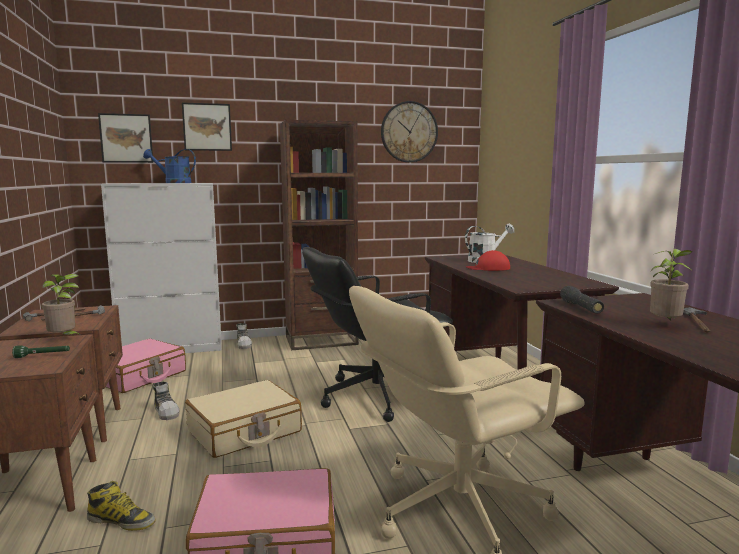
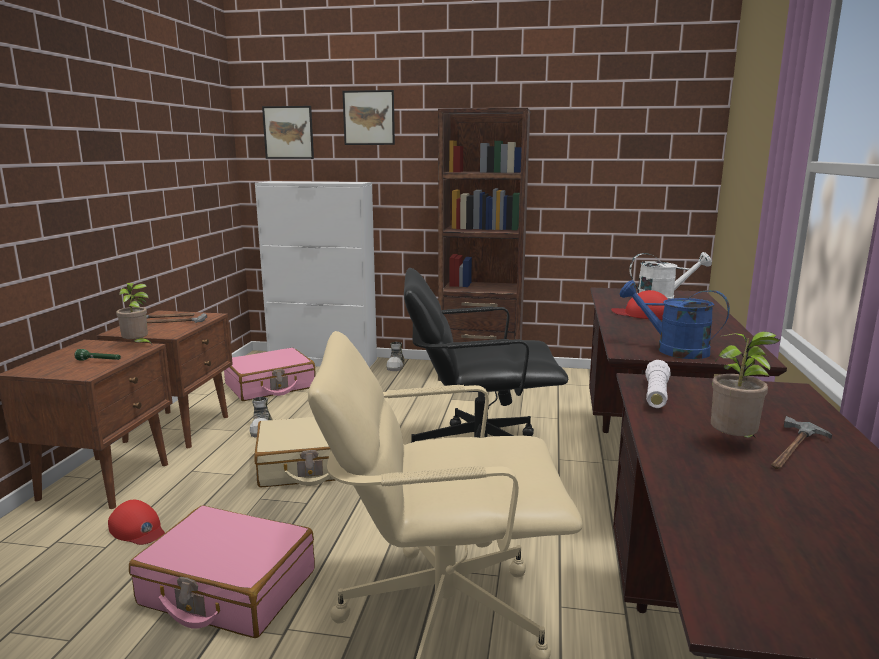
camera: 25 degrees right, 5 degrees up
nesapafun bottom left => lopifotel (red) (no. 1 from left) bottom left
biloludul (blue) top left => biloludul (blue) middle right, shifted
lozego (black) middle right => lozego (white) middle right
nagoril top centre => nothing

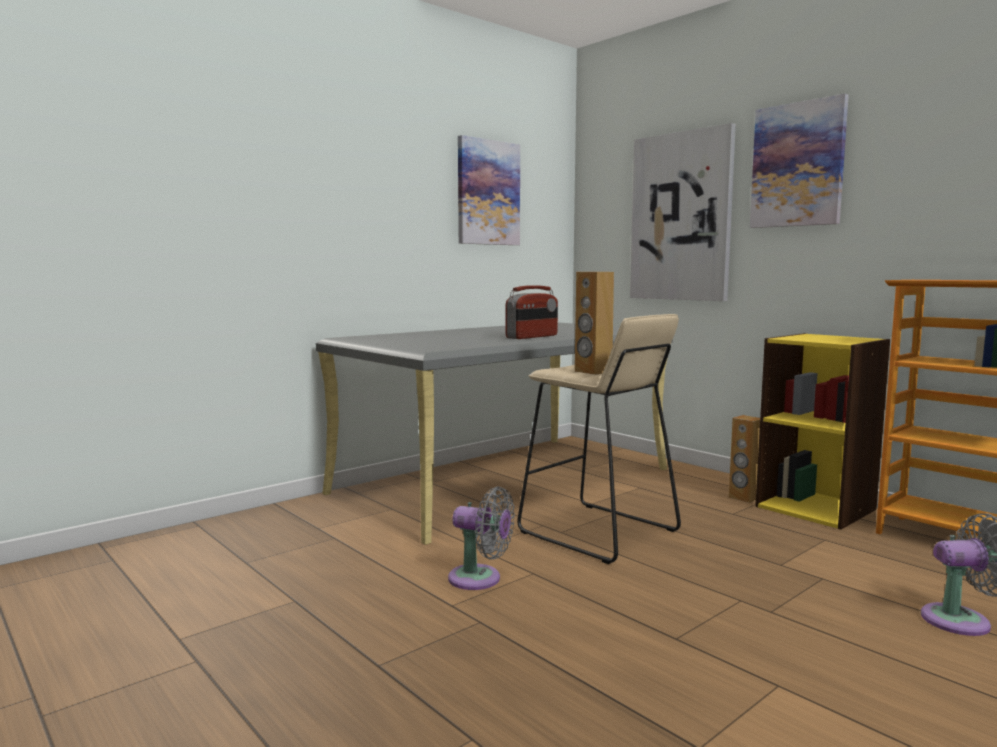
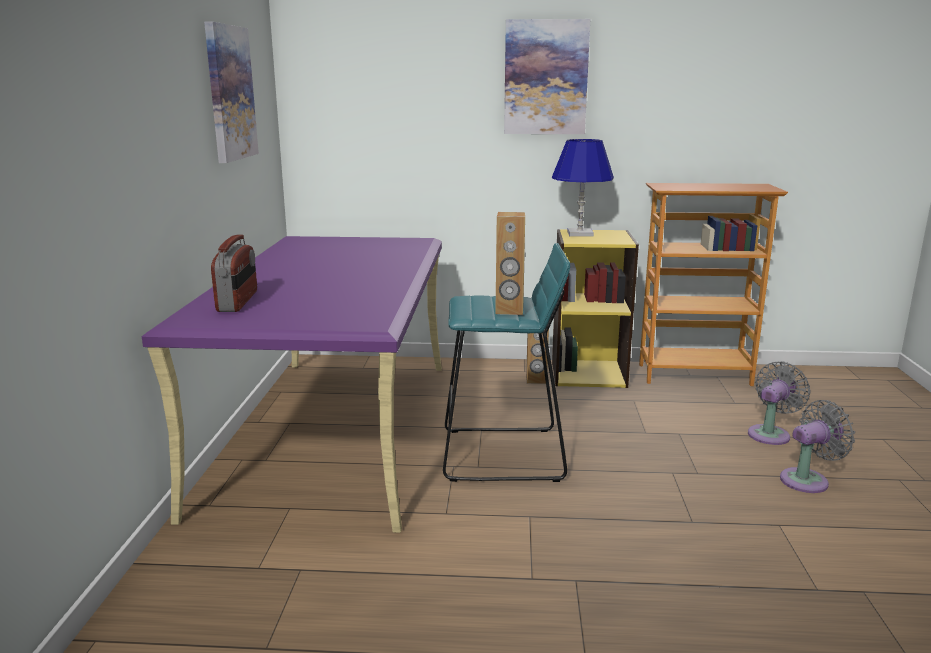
camera: 45 degrees left, 10 degrees up
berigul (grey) centre => berigul (purple) middle left
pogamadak centre => pogamadak middle left, shifted
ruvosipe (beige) centre => ruvosipe (turquoise) centre
nothing => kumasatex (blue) top centre
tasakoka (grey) (no. 1 from left in the first image) bottom centre => tasakoka (grey) (no. 2 from left) bottom right, shifted
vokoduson (no. 2 from left) top right => nothing

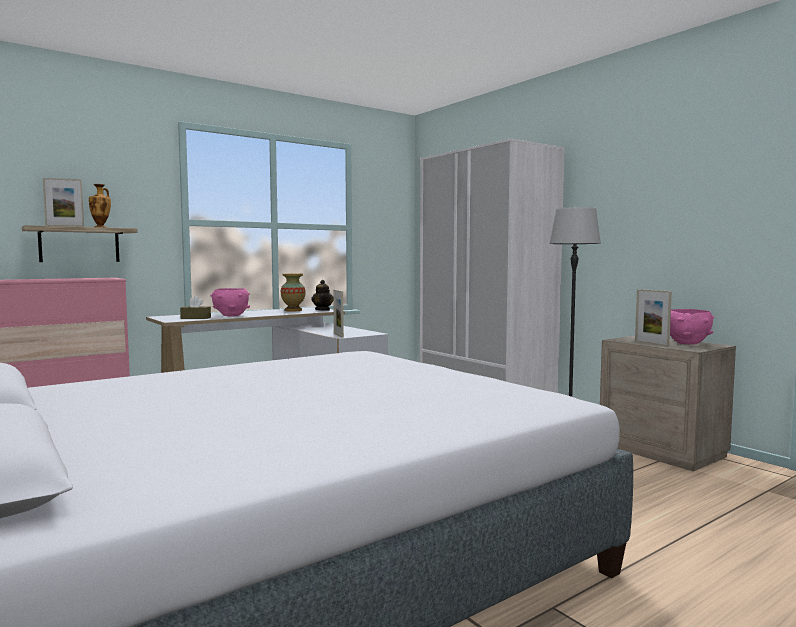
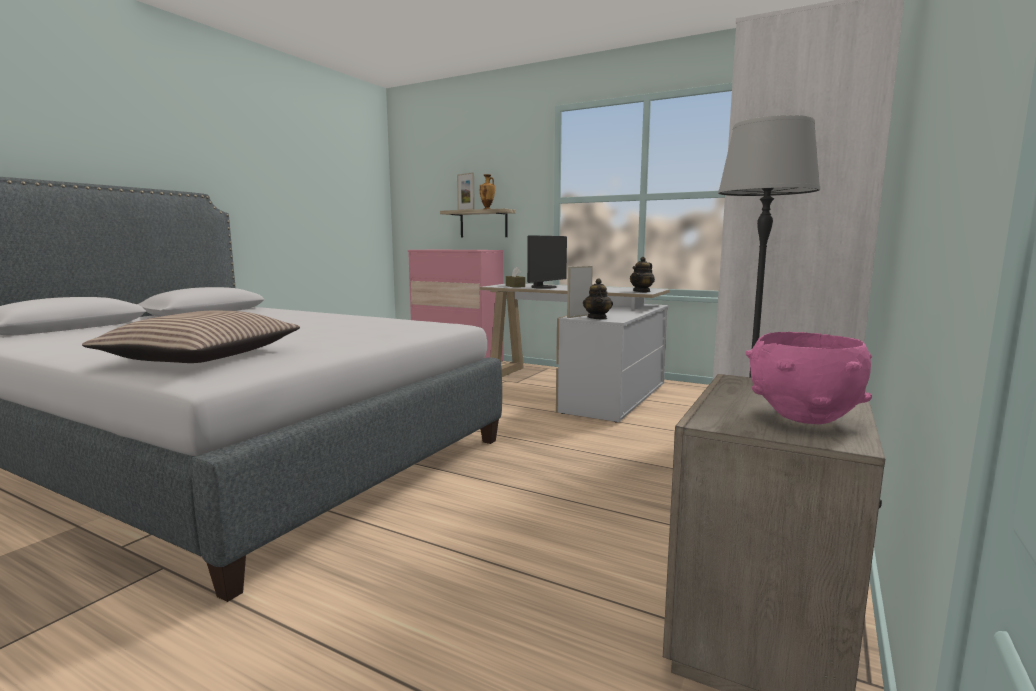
camera: 65 degrees right, 5 degrees up
nothing => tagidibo middle left
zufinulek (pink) (no. 1 from left) middle left => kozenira centre
nothing => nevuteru (no. 1 from left) centre
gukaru (no. 2 from left) centre => nothing
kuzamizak (no. 3 from left) middle right => nothing

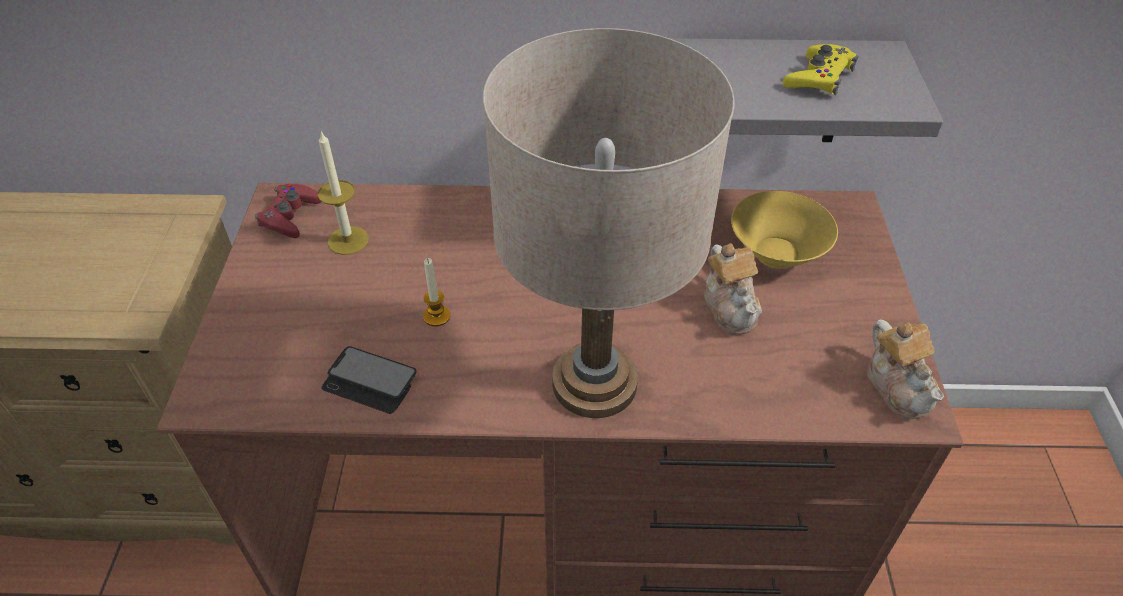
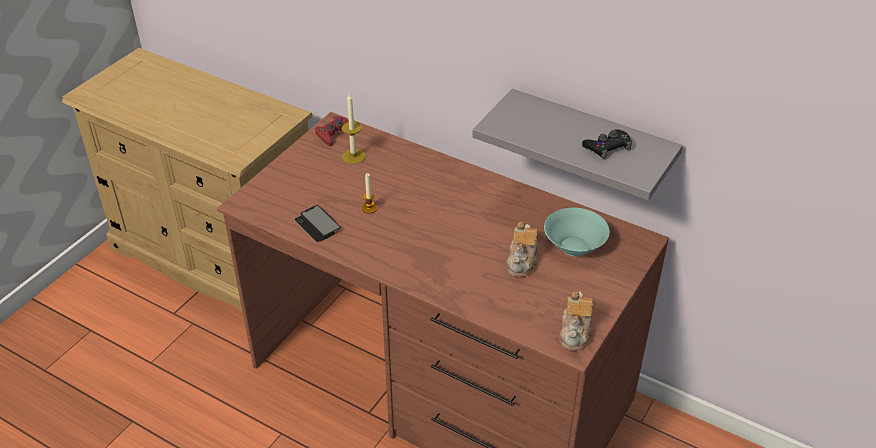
camera: 30 degrees right, 5 degrees down
zufinulek (yellow) middle right => zufinulek (turquoise) centre
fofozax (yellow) top right => fofozax (black) top right
kumasatex (beige) centre => nothing

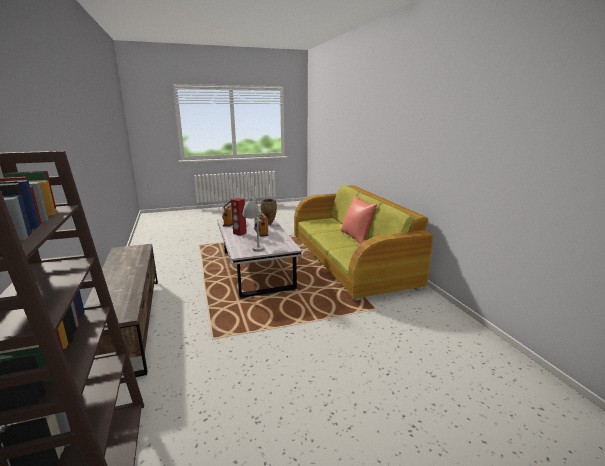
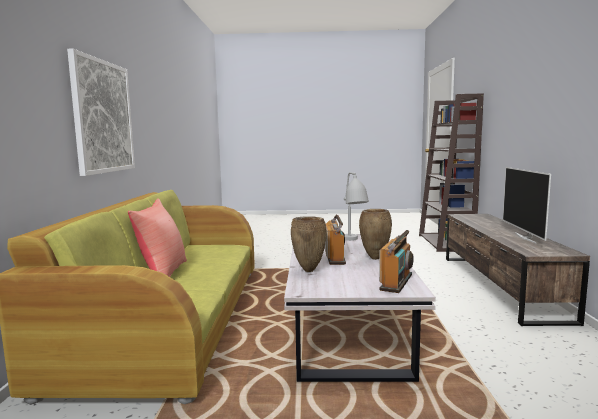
camera: 160 degrees left, 10 degrees down
nothing => vokoduson top left
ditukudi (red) centre => gukaru (brown) (no. 2 from left) centre
nothing => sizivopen middle right

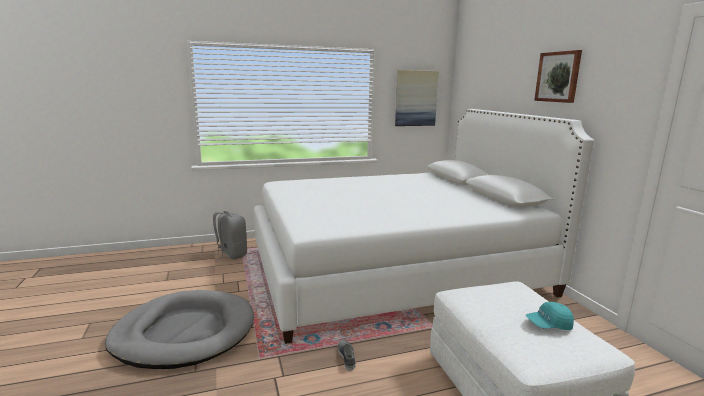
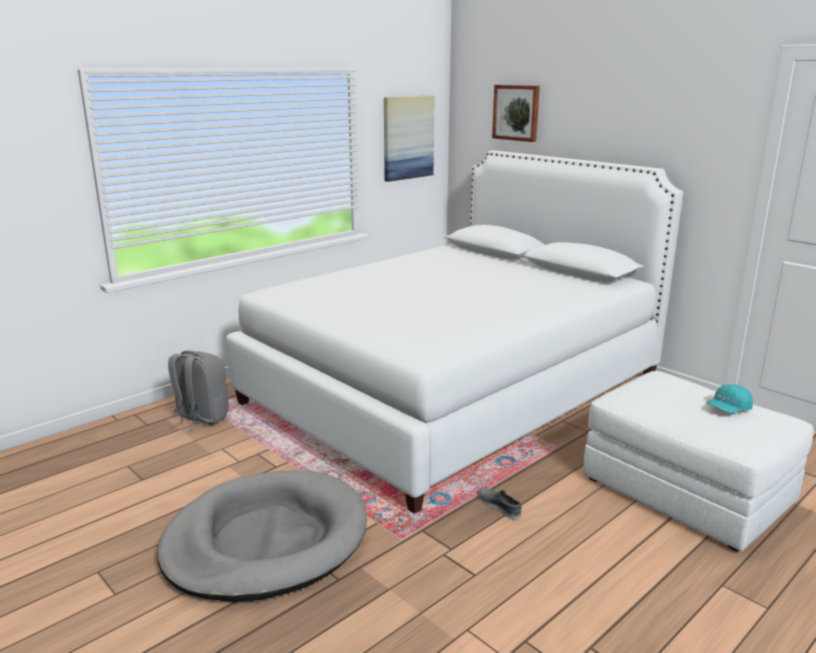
camera: 25 degrees left, 5 degrees up
vokoduson (no. 2 from left) top right => vokoduson (no. 2 from left) top centre, shifted

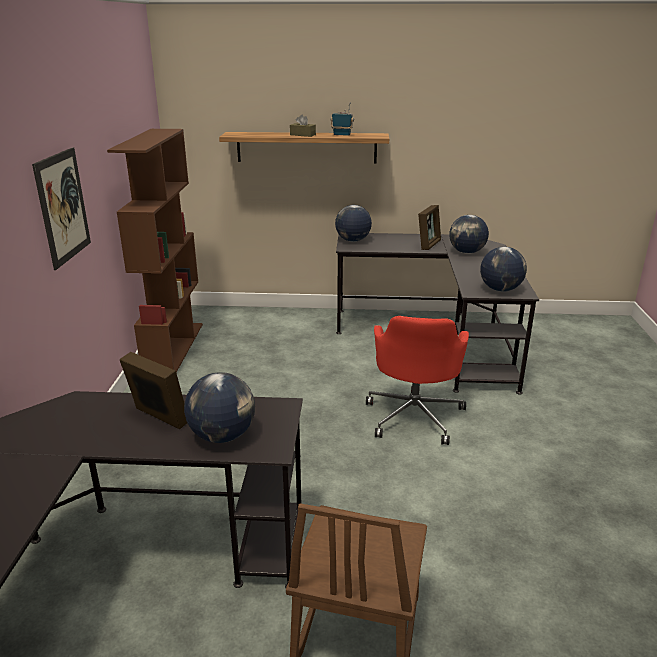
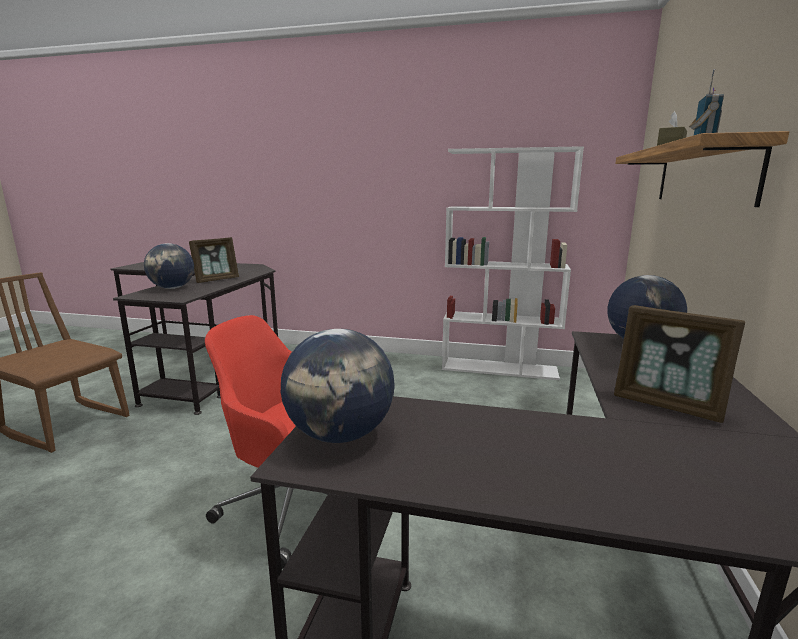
camera: 100 degrees right, 10 degrees down
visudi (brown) middle left => visudi (white) centre
vokoduson top left => nothing
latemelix (no. 3 from left) middle right => nothing

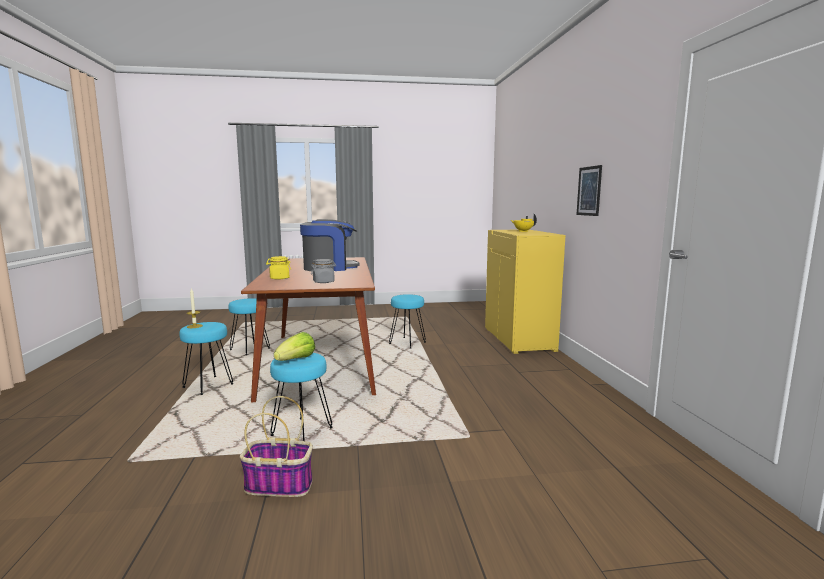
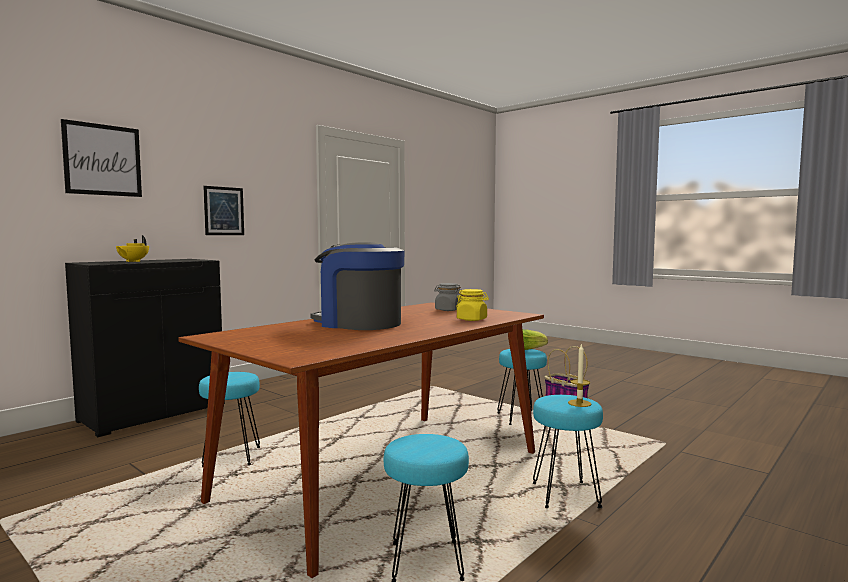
camera: 130 degrees left, 5 degrees down
nothing => vokoduson (no. 1 from left) top left
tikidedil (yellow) centre => tikidedil (black) middle left

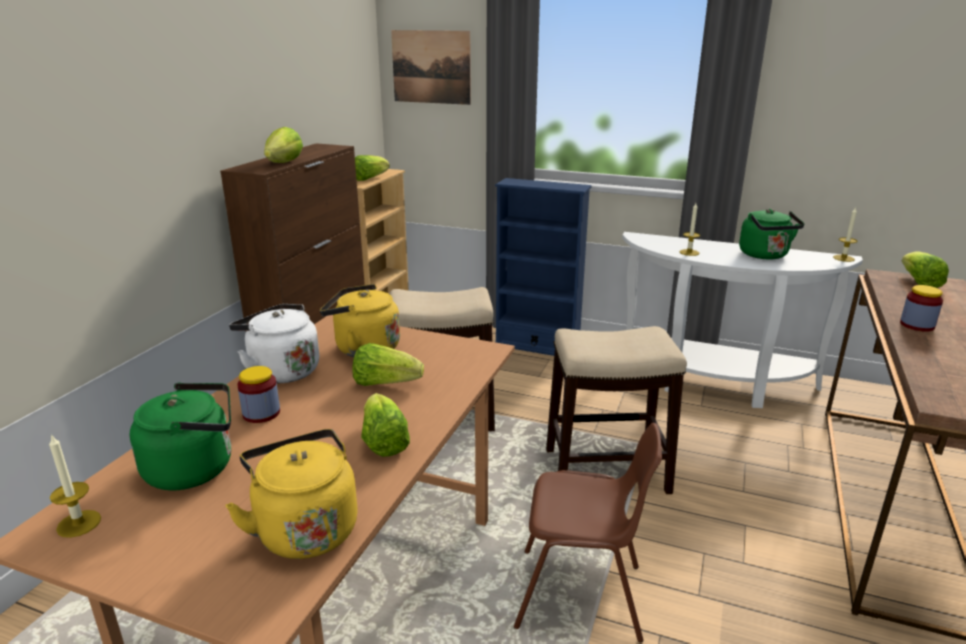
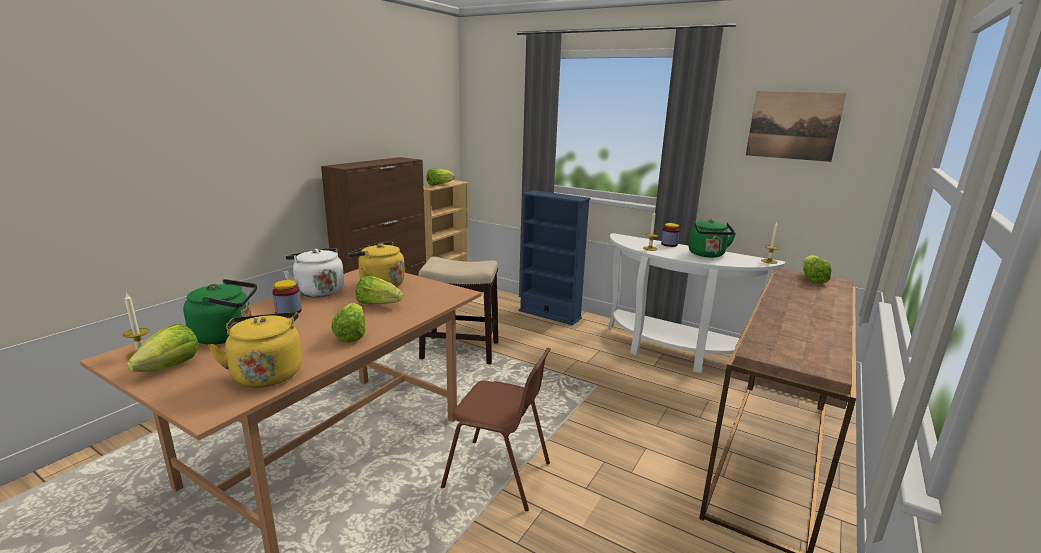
camera: 10 degrees right, 5 degrees down
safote (no. 1 from left) top left => safote (no. 1 from left) middle left, shifted
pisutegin (no. 2 from left) middle right => pisutegin (no. 2 from left) centre, shifted
vokoduson top centre => vokoduson top right, shifted
ruvosipe (no. 2 from left) centre => nothing

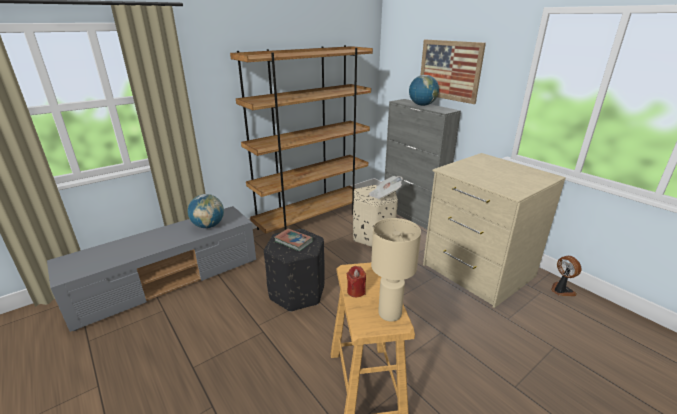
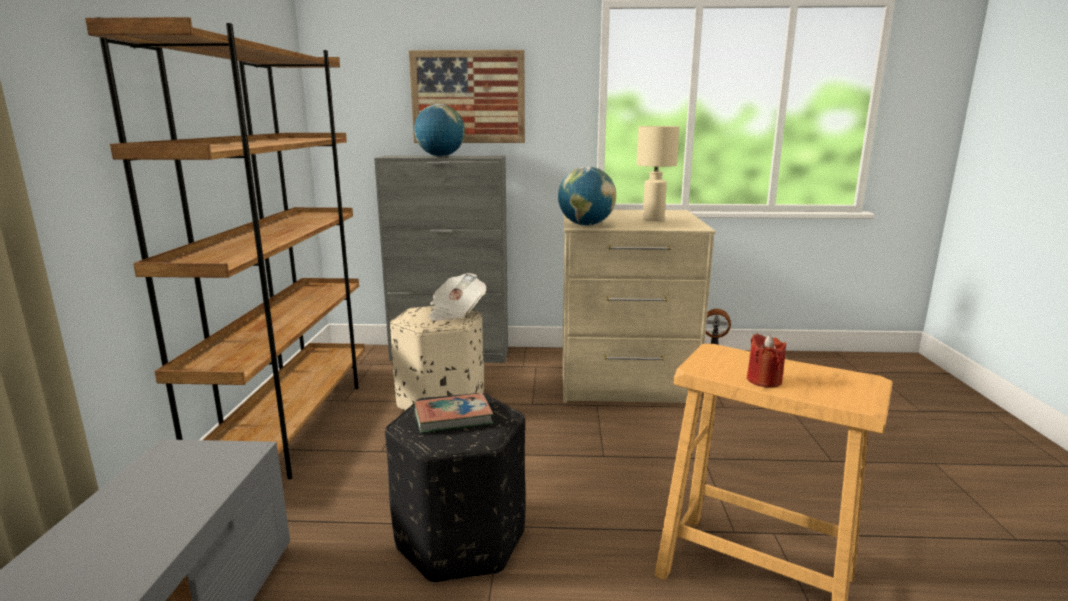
camera: 50 degrees left, 10 degrees down
latemelix (no. 1 from left in the first image) middle left => latemelix (no. 2 from left) top centre, shifted
kumasatex (beige) centre => kumasatex (beige) top centre, shifted

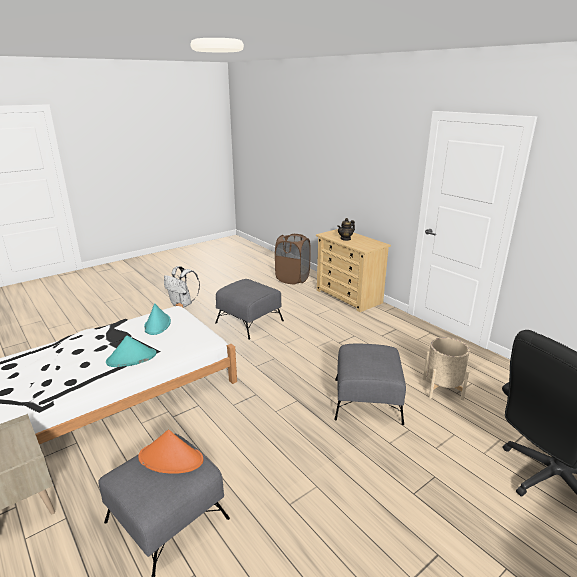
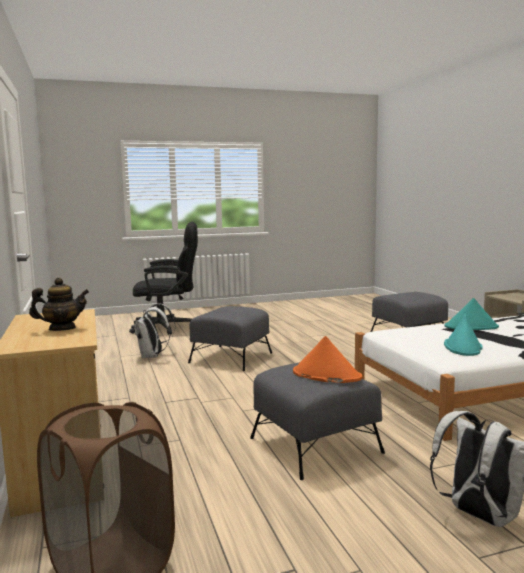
camera: 160 degrees left, 15 degrees down
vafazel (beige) middle right => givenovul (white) (no. 1 from left) middle left
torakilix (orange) bottom left => torakilix (orange) centre, shifted

